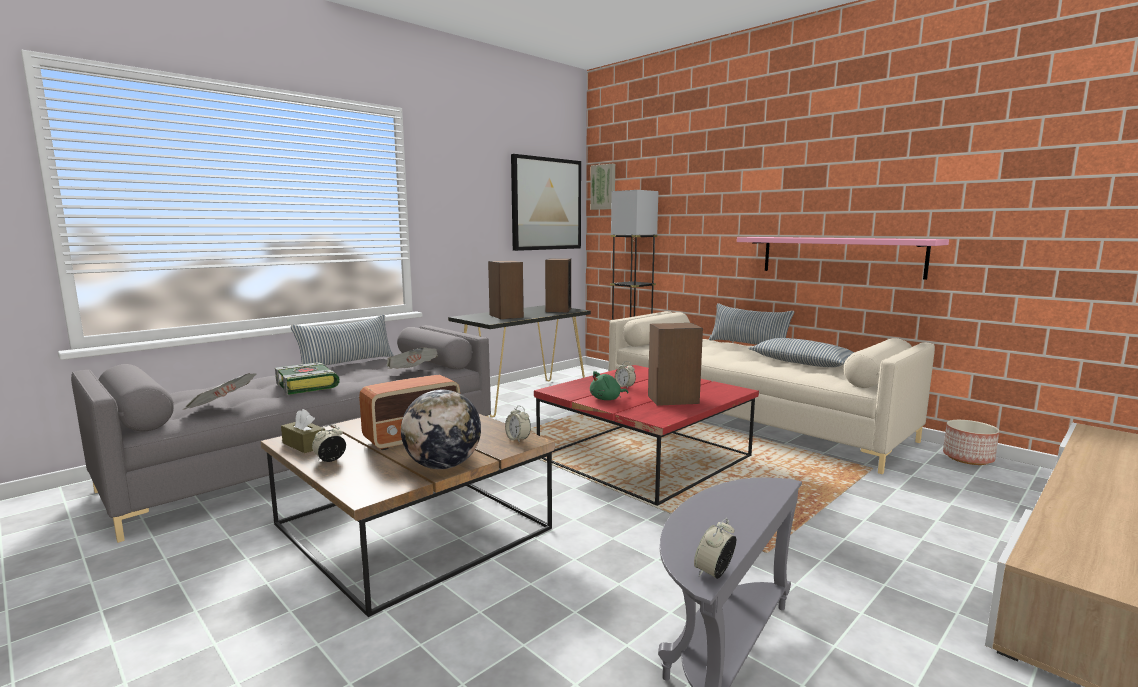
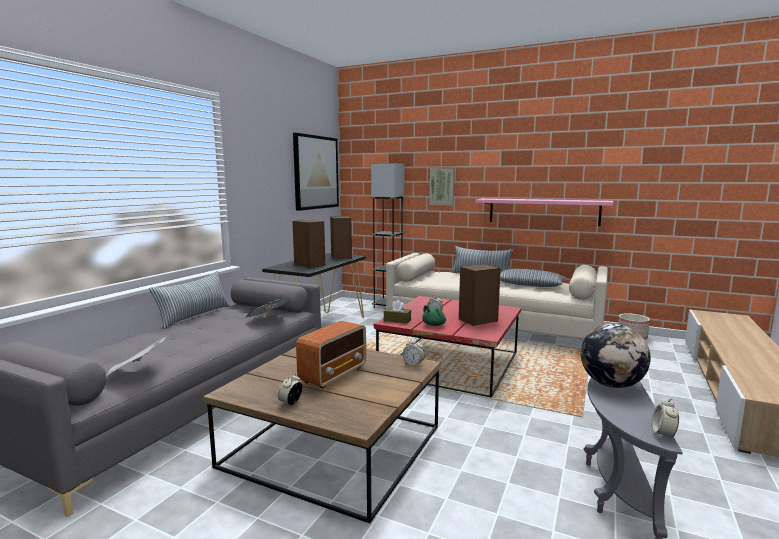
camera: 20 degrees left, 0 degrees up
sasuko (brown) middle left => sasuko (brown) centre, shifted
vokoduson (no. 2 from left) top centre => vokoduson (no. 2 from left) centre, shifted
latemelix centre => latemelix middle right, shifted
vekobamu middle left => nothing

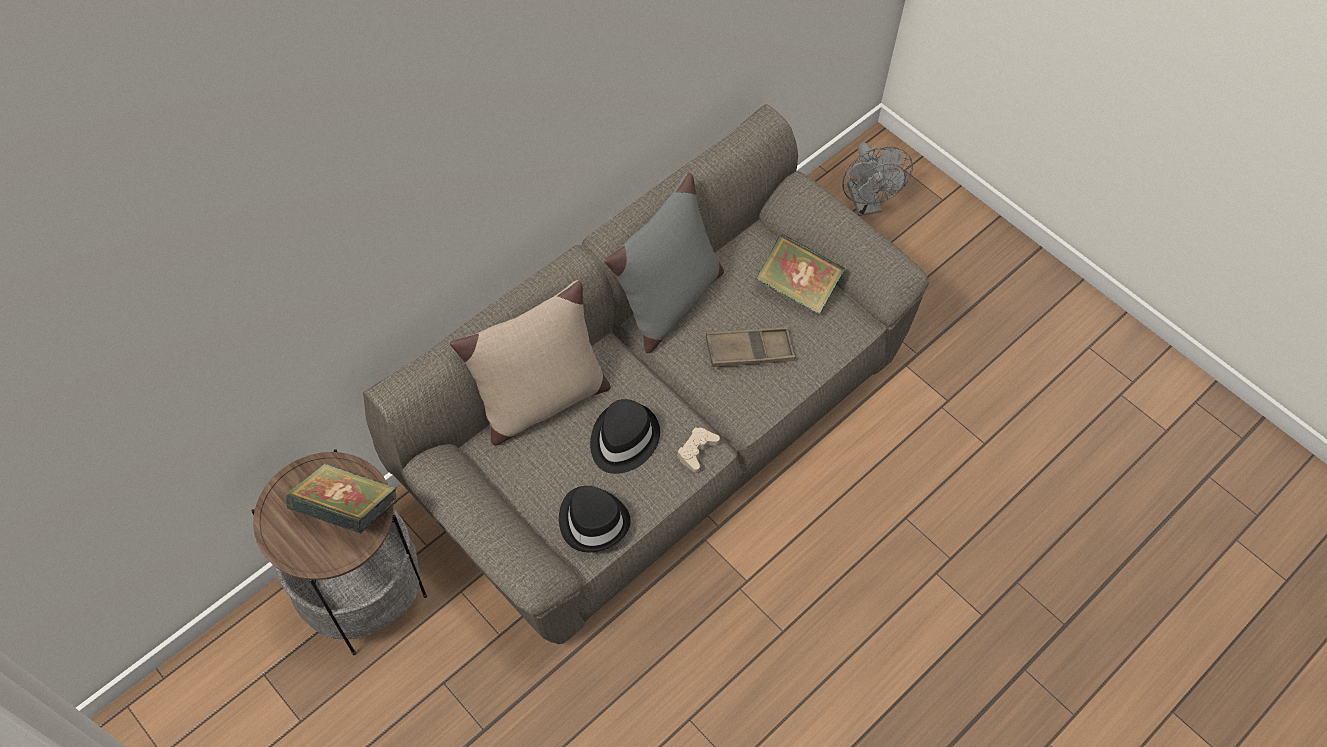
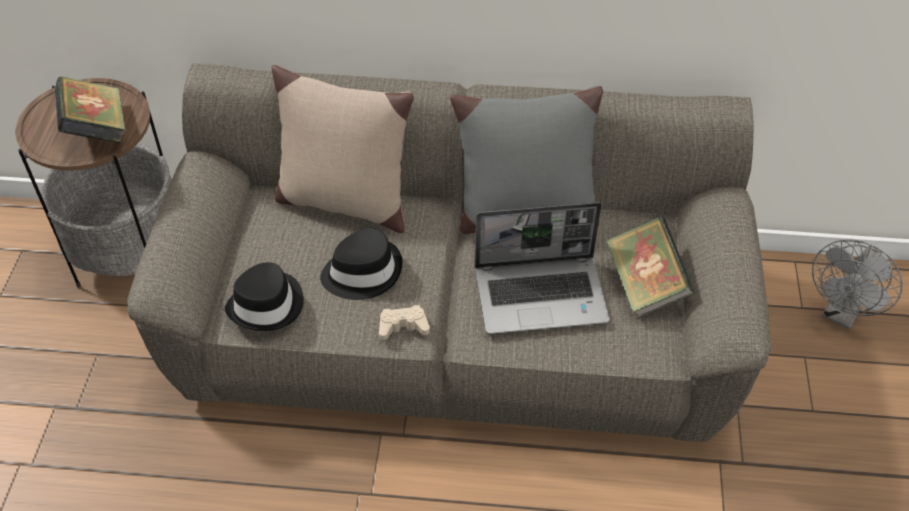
camera: 50 degrees right, 10 degrees down
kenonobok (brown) centre => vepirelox centre

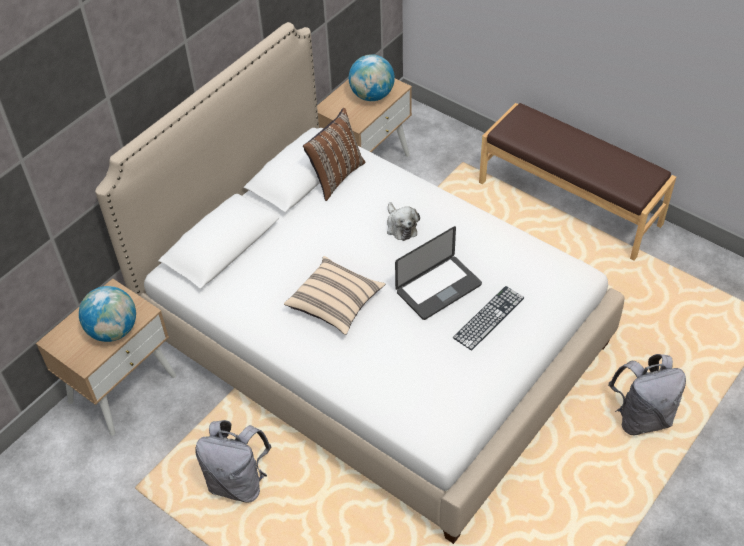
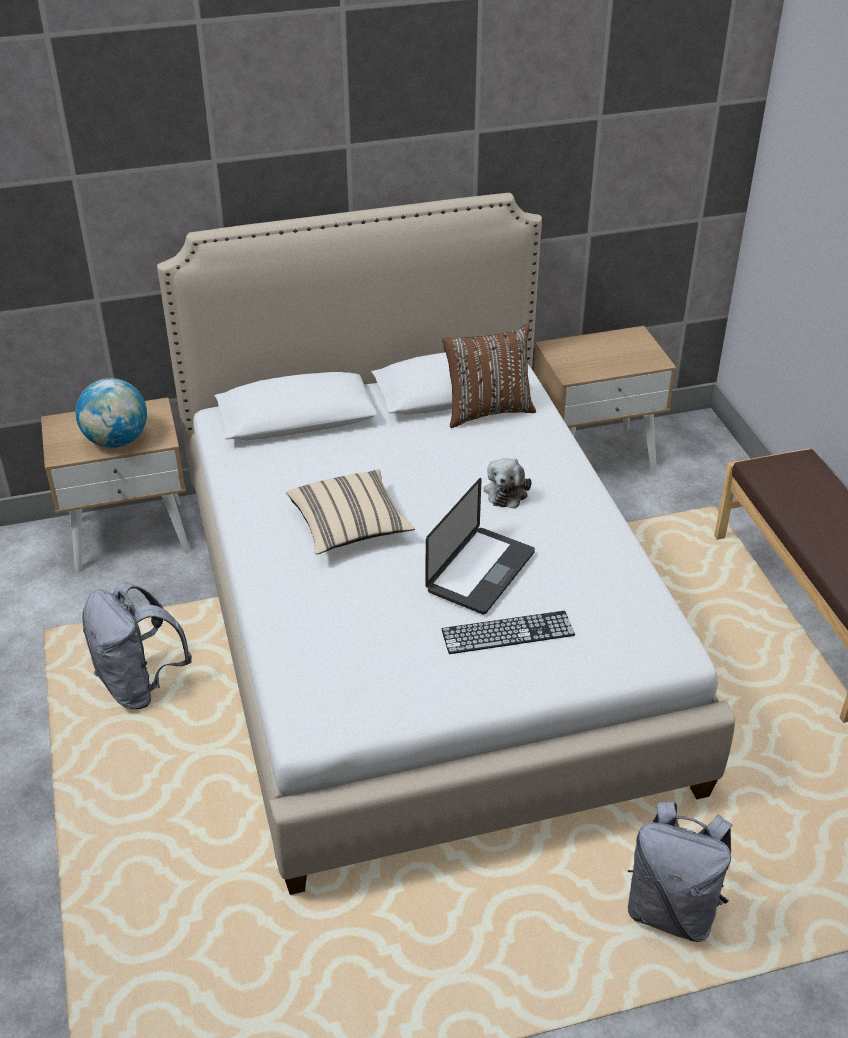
camera: 35 degrees right, 10 degrees down
vepirelox centre, 60 degrees counterclockwise
latemelix (no. 2 from left) top centre => nothing

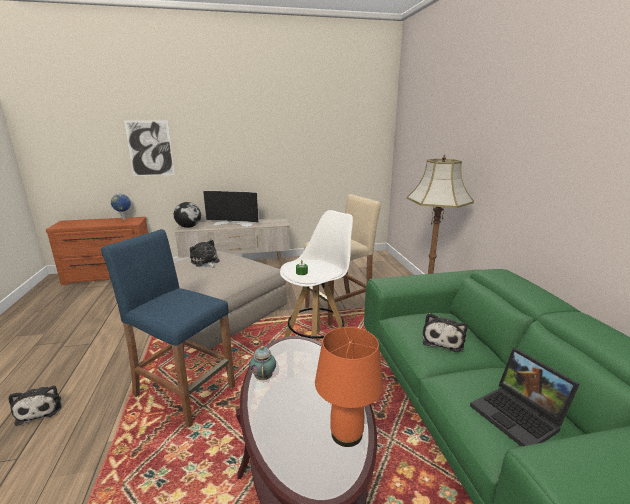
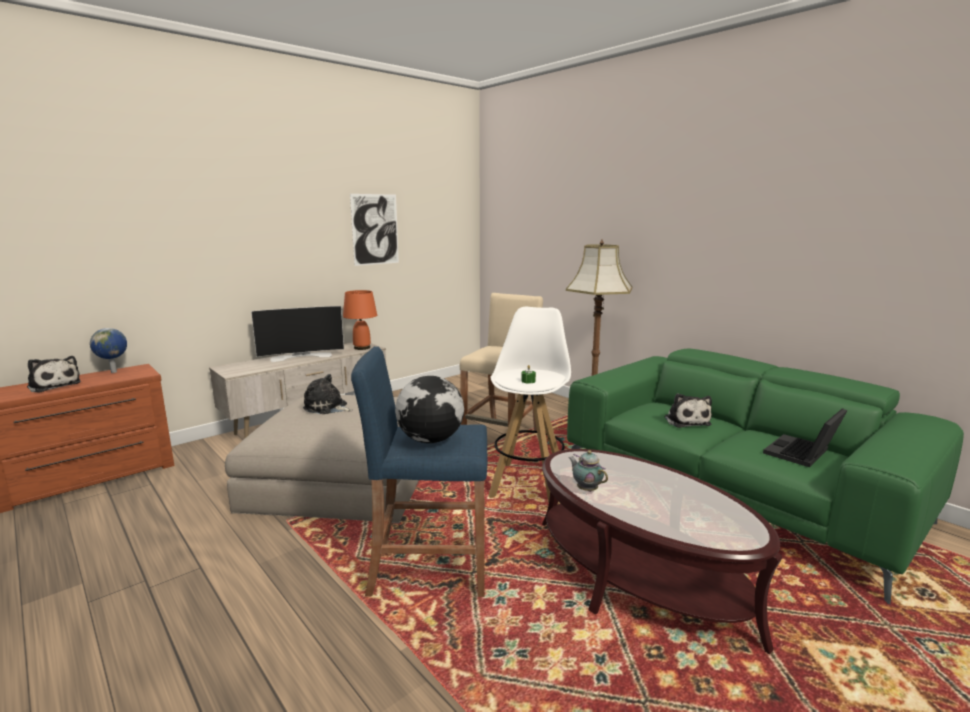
camera: 30 degrees left, 5 degrees down
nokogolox (no. 1 from left) bottom left => nokogolox (no. 1 from left) middle left, shifted
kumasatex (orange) bottom centre => kumasatex (orange) centre, shifted
vokoduson top left => vokoduson top centre, shifted
latemelix (no. 2 from left) middle left => latemelix (no. 2 from left) centre, shifted
vepirelox bottom right => vepirelox middle right, 105 degrees clockwise

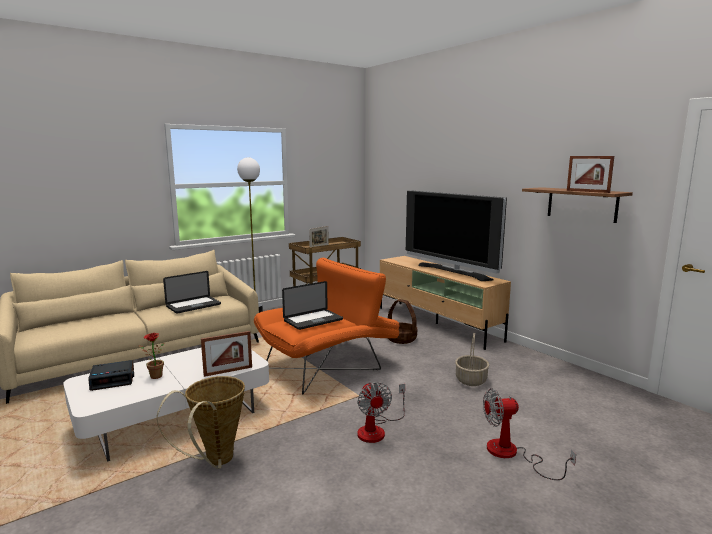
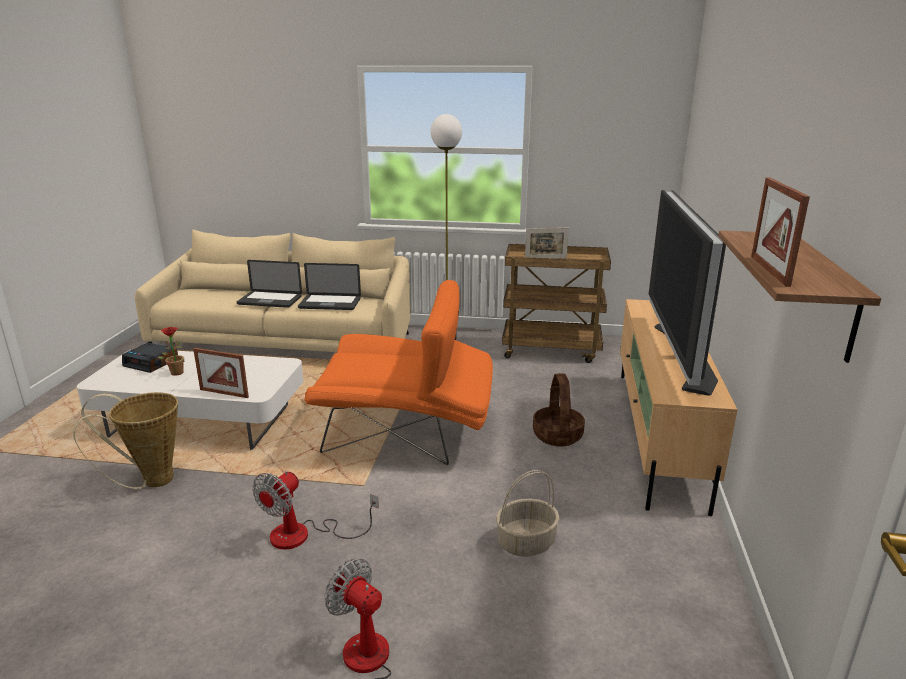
camera: 45 degrees right, 10 degrees up
vepirelox (no. 2 from left in the first image) centre => vepirelox (no. 1 from left) middle left, shifted

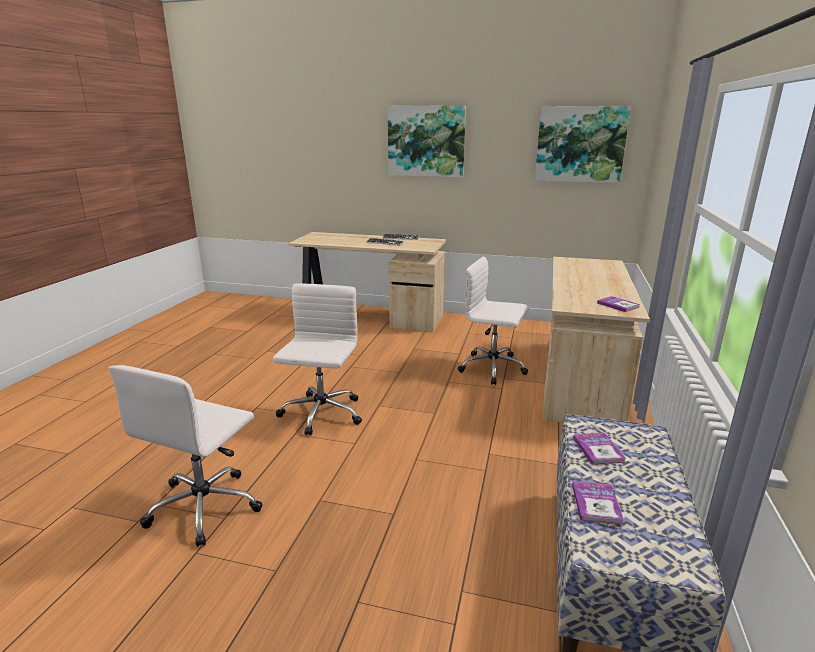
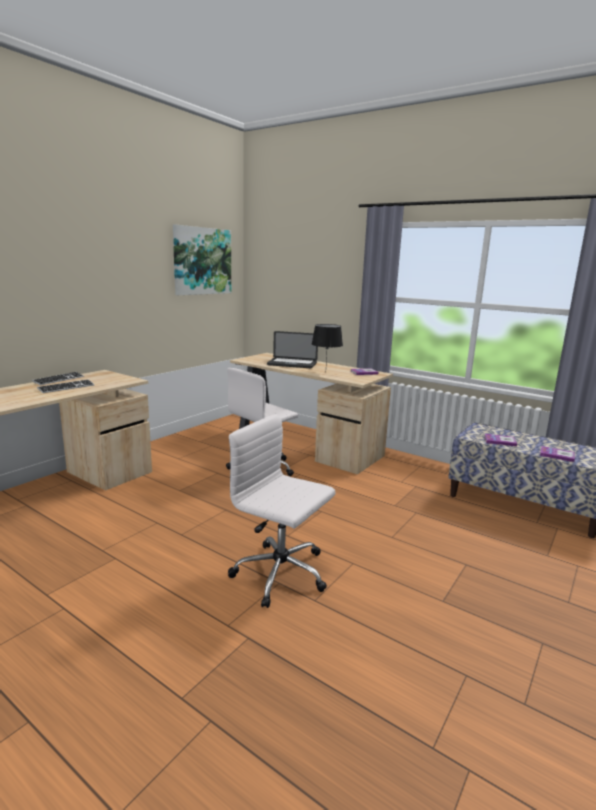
camera: 70 degrees left, 5 degrees down
nothing => vepirelox centre
nothing => kumasatex (black) centre
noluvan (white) (no. 1 from left) bottom left => nothing
vokoduson (no. 1 from left) top centre => nothing

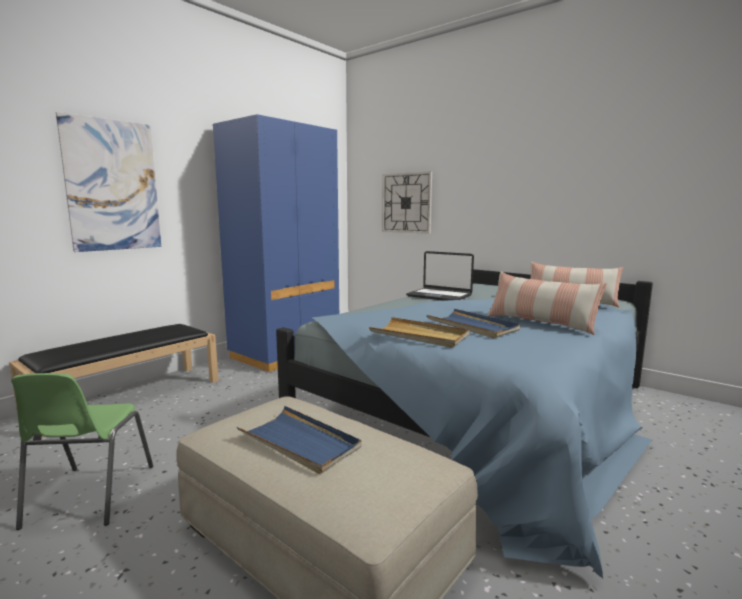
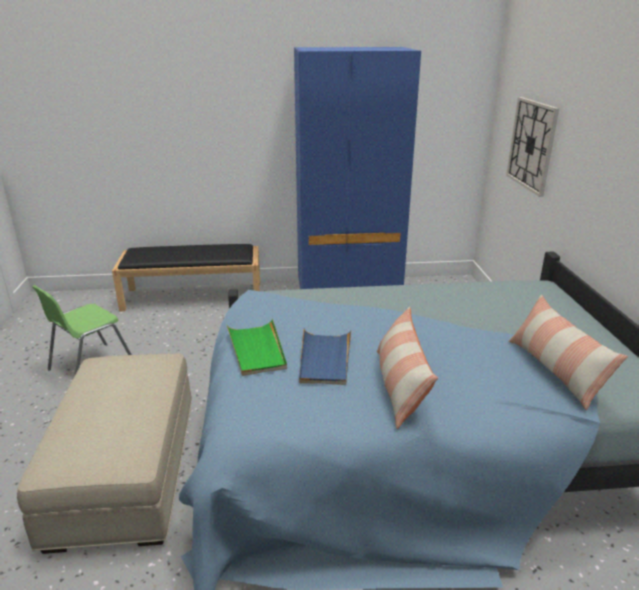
camera: 45 degrees right, 15 degrees up
kenonobok (beige) centre => kenonobok (green) centre
vokoduson top left => nothing
kenonobok (blue) (no. 1 from left) bottom centre => nothing
vepirelox centre => nothing

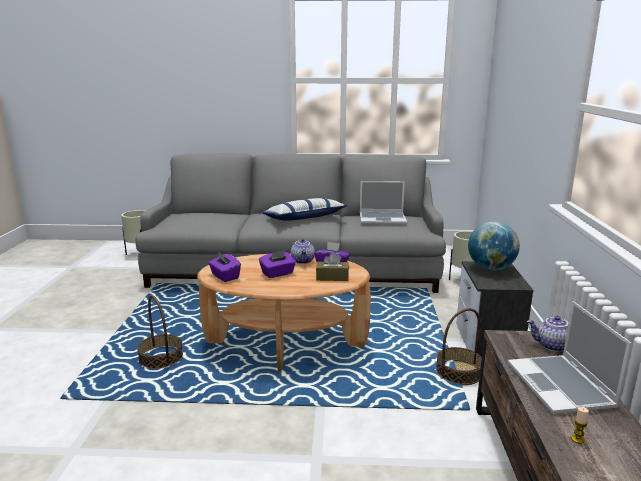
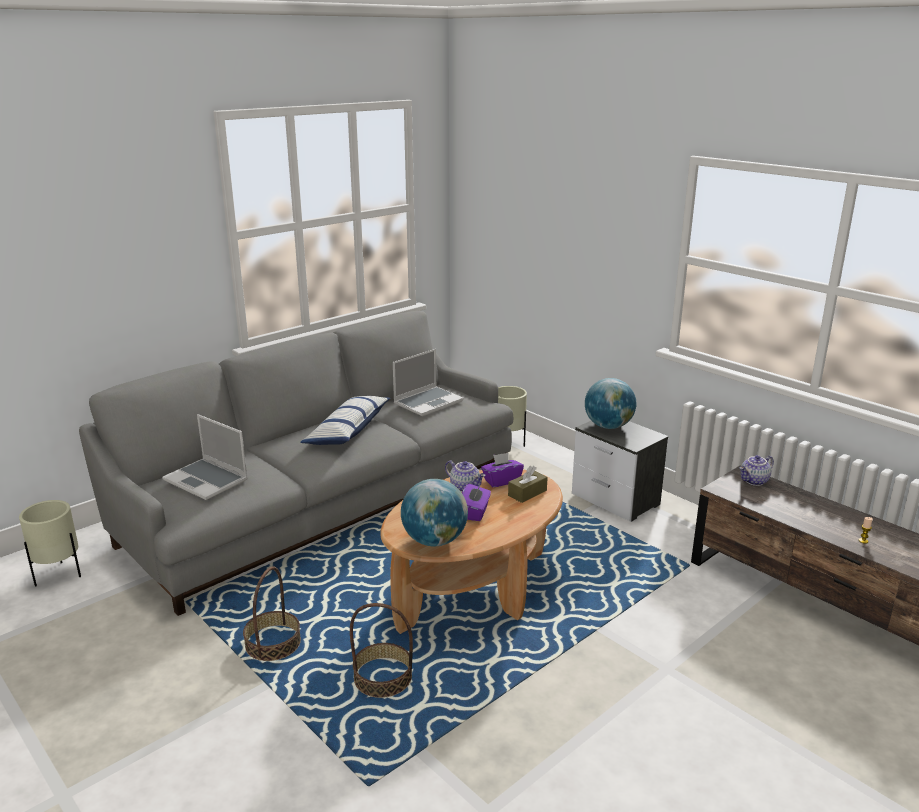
camera: 45 degrees left, 5 degrees up
vepirelox (no. 2 from left in the first image) bottom right => vepirelox (no. 1 from left) middle left, shifted
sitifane (no. 2 from left in the first image) bottom right => sitifane (no. 1 from left) bottom left, shifted
sasuko (purple) (no. 1 from left) centre => latemelix (no. 1 from left) centre

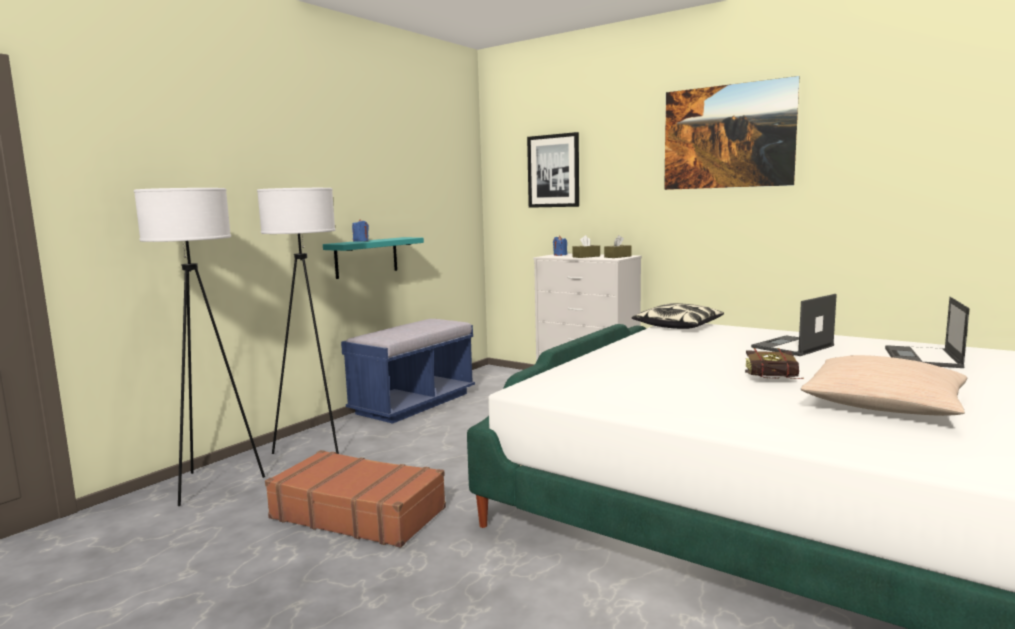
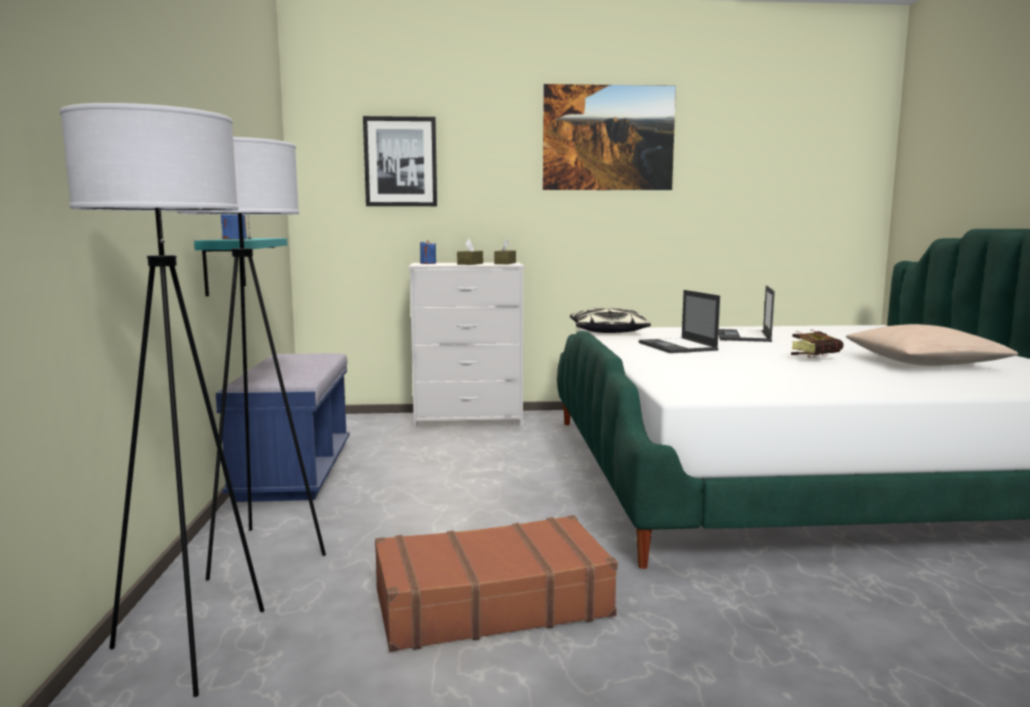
camera: 40 degrees left, 0 degrees up
vepirelox (no. 2 from left in the first image) middle right => vepirelox (no. 1 from left) centre, shifted

